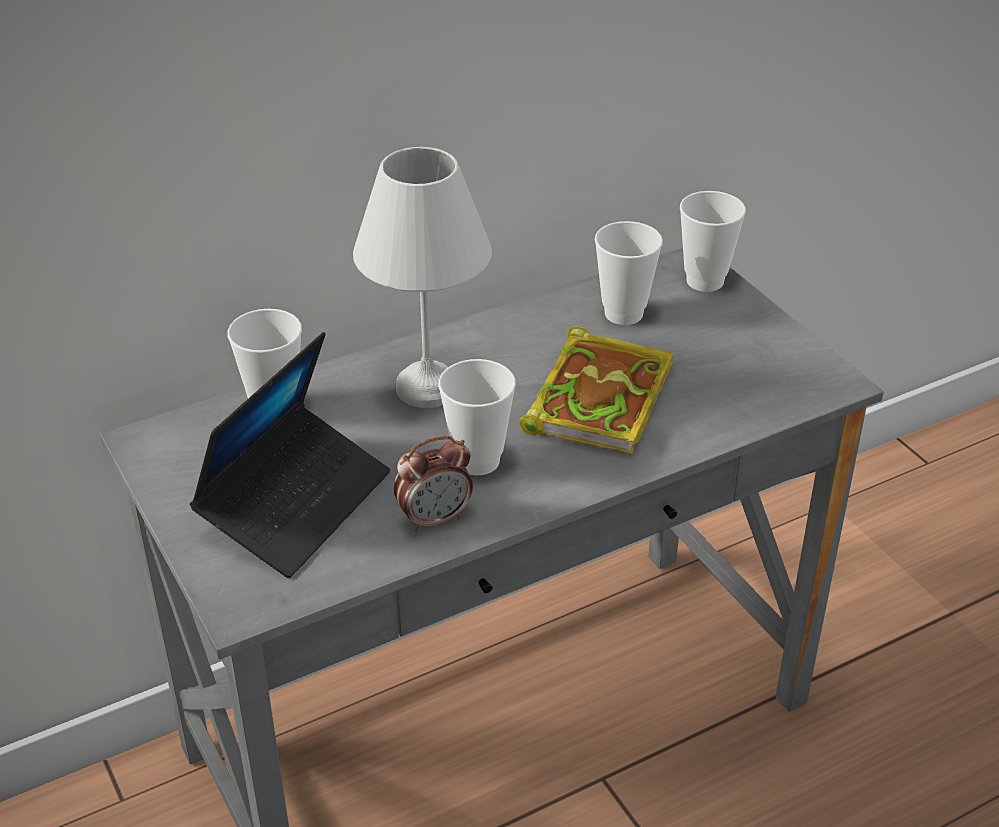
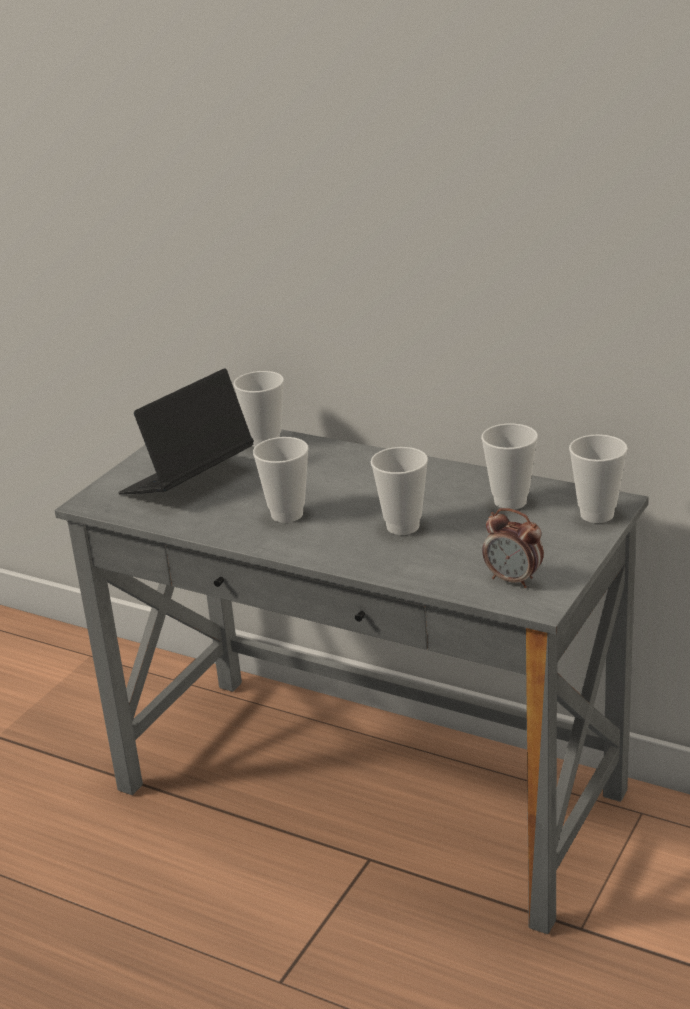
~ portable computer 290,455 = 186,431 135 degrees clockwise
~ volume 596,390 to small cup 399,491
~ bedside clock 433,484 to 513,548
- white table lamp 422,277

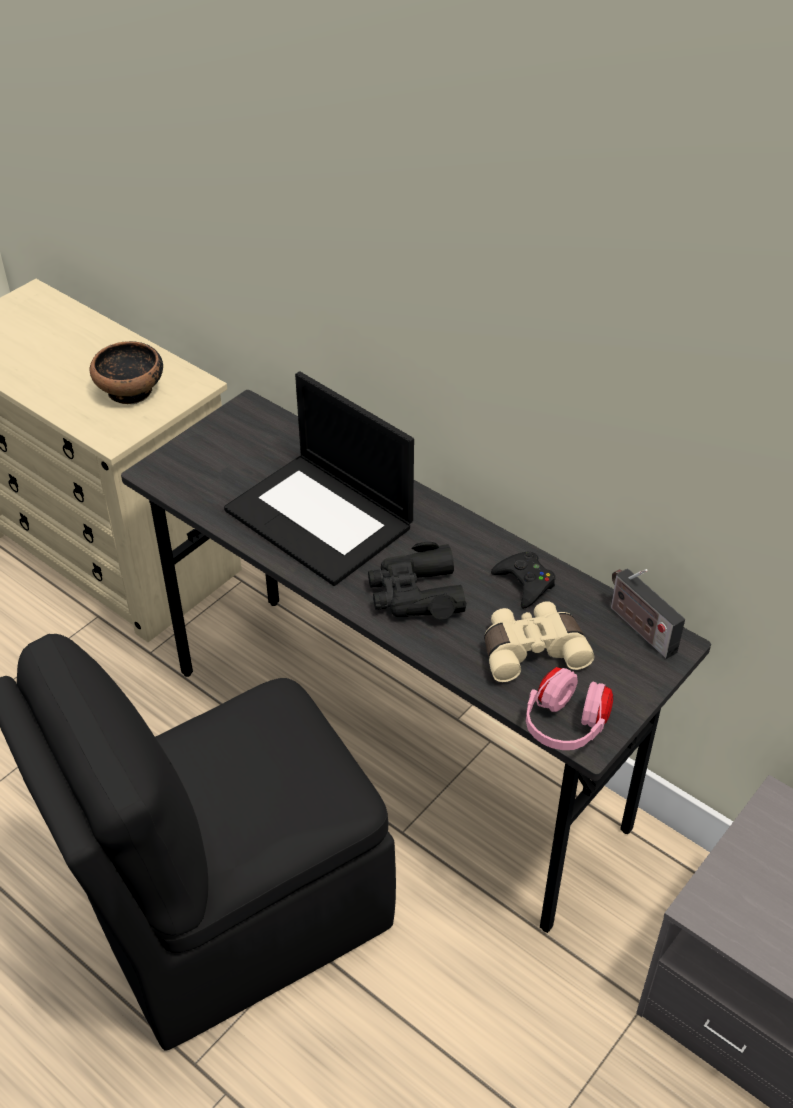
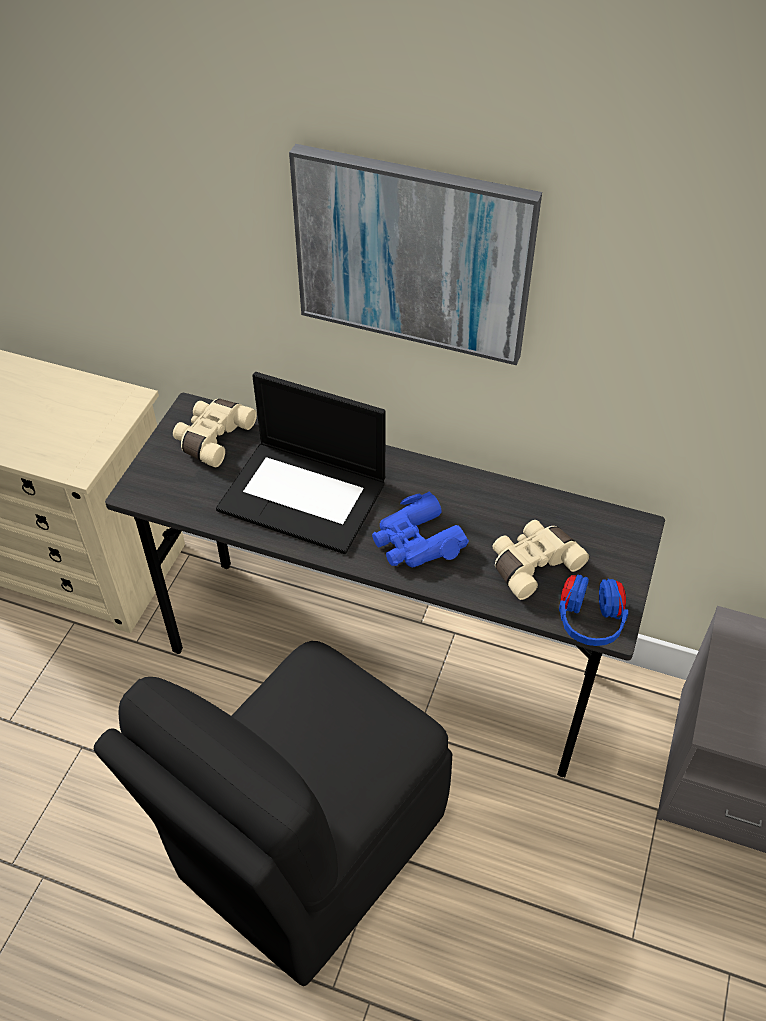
+ beige pair of binoculars 215,433
+ wall picture 415,255
~ black pair of binoculars 417,580 to bluish pair of binoculars 420,530
~ pink headphones 569,708 to bluish headphones 593,610
- serving bowl 126,372
- black joypad 523,580
- radio set 648,613

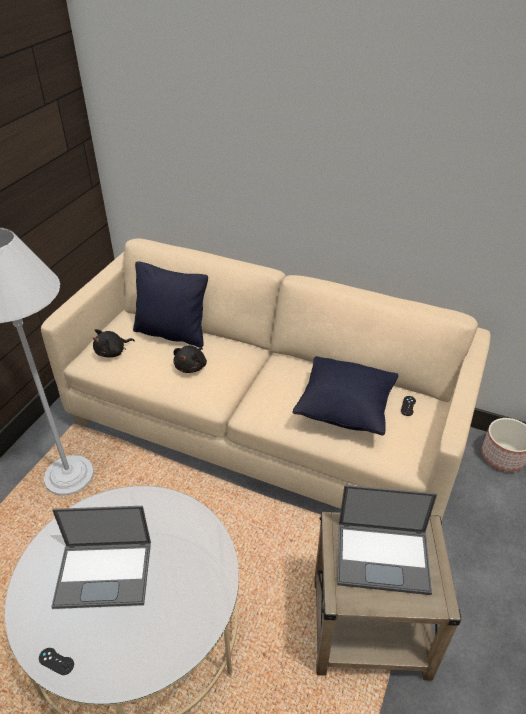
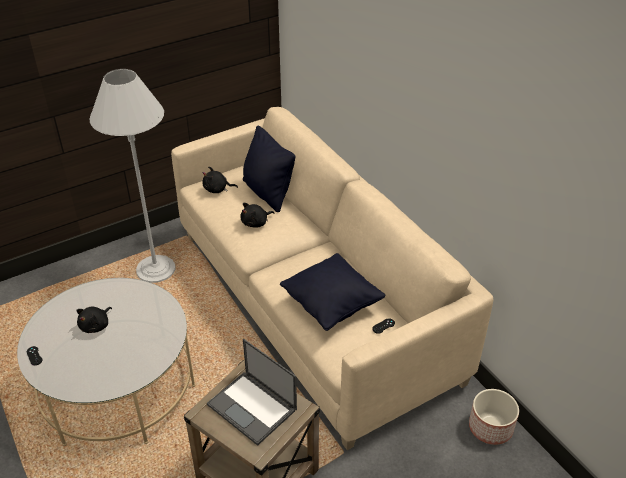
~ portable computer 101,557 to black plush toy 94,320

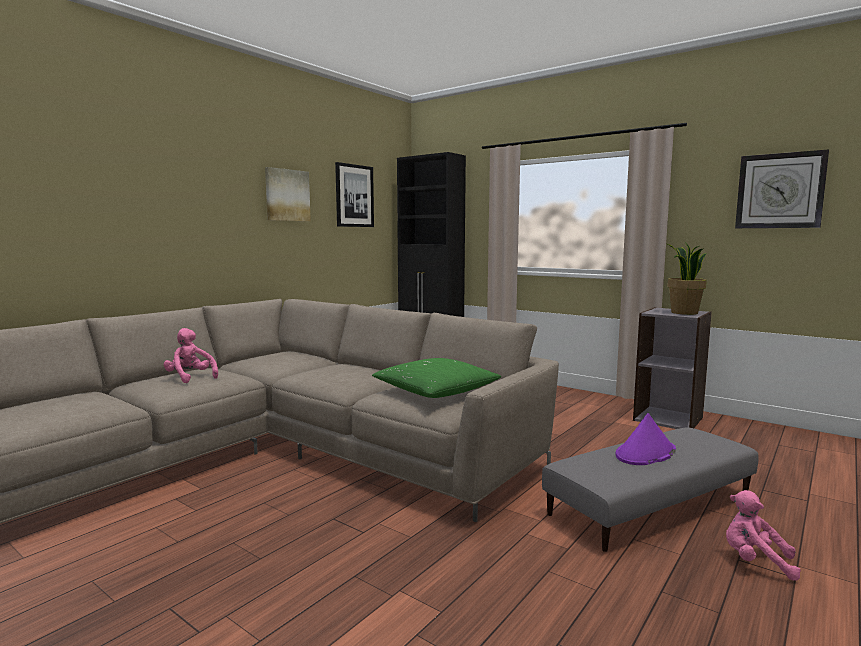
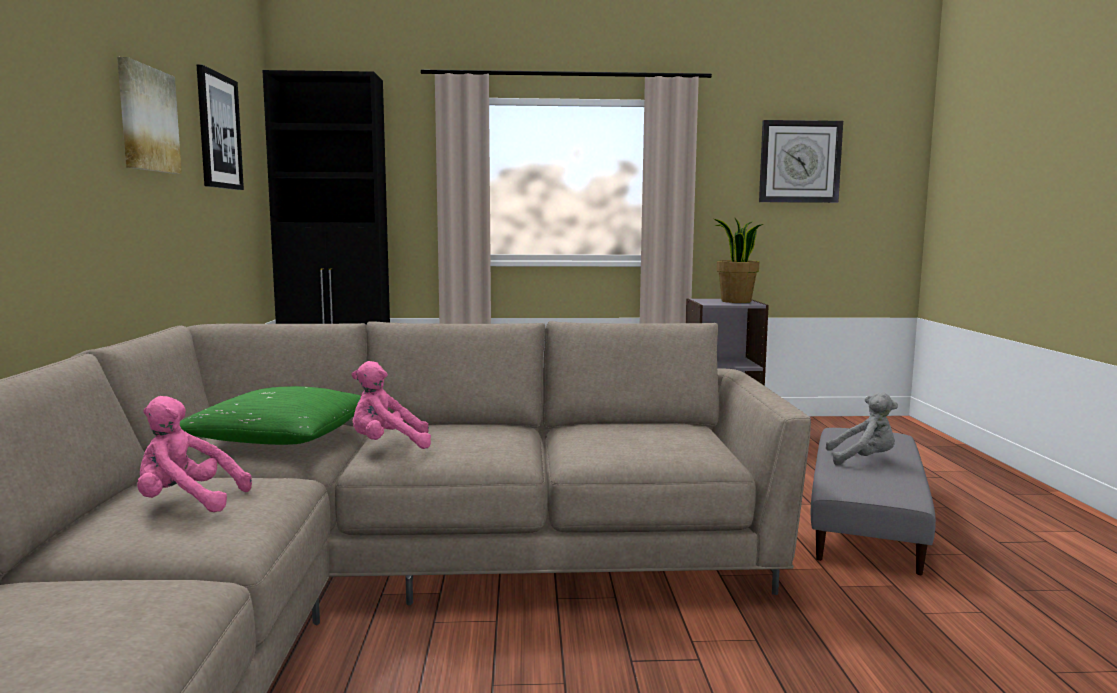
~ green-coloured throw pillow 436,378 to 270,415
~ pink plush toy 763,535 to 391,405
~ purple clothing hat 645,439 to greyish plush toy 862,428

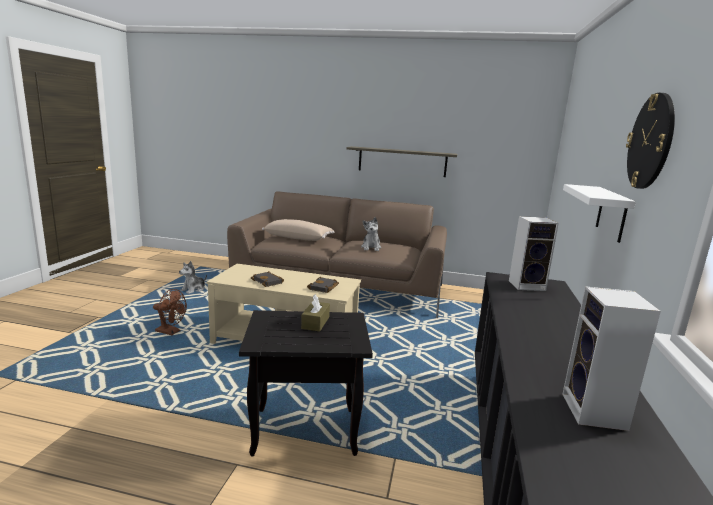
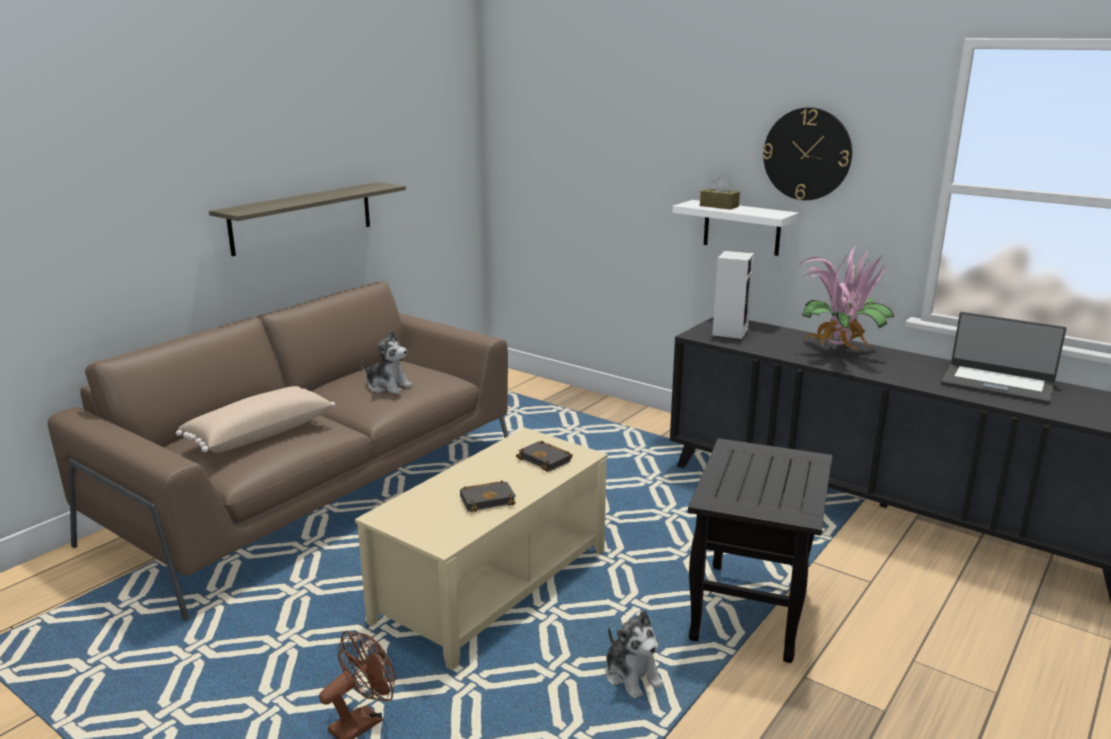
~ plush toy 193,277 to 634,654
~ brown tissue holder 315,313 to 720,193
+ houseplant 846,299
~ audio speaker 611,358 to portable computer 1004,358

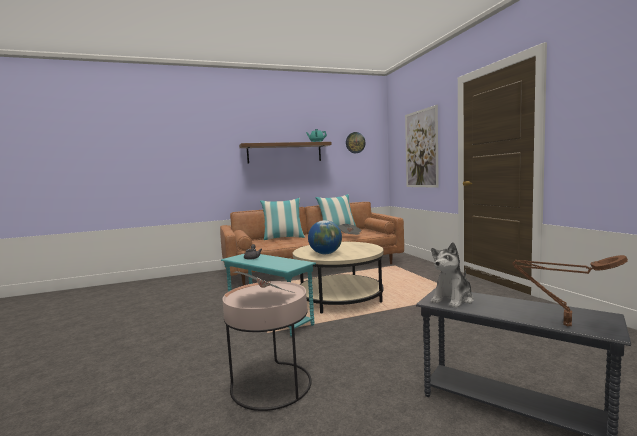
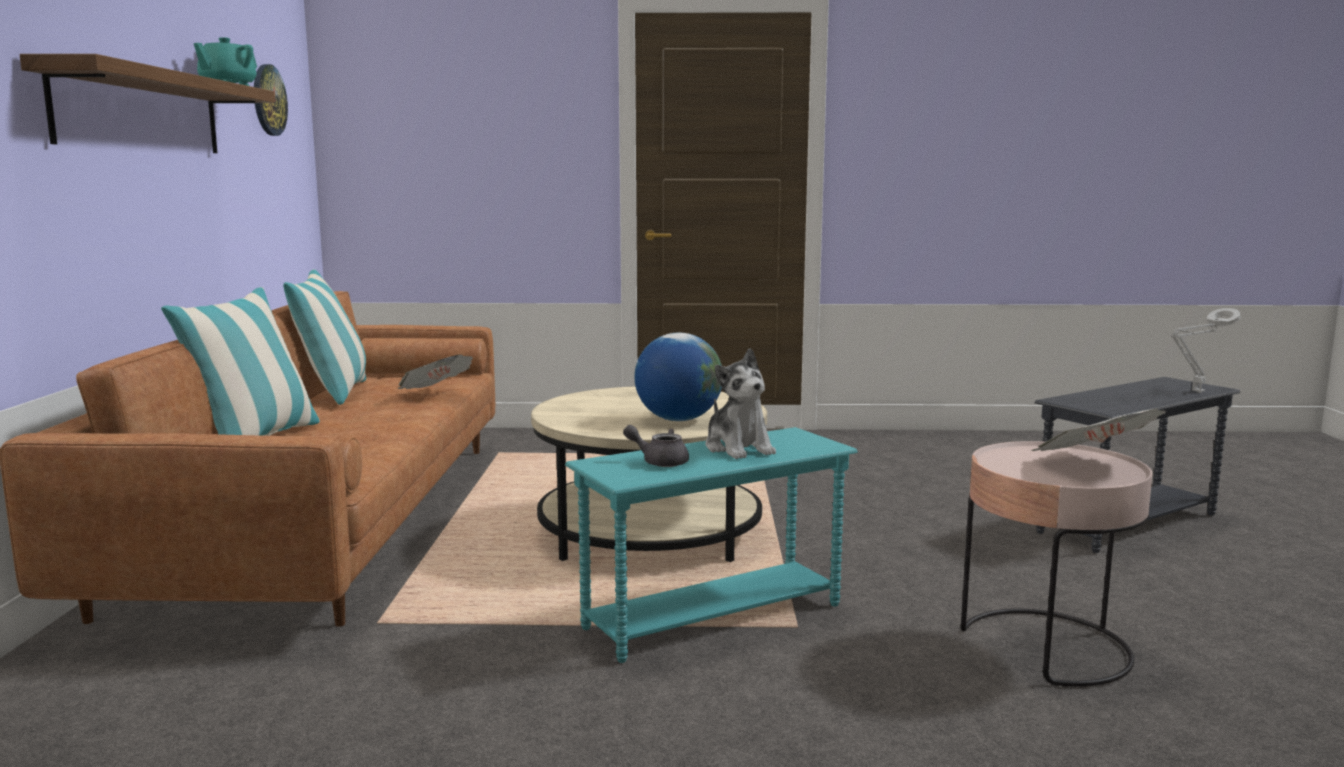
~ plush toy 452,275 to 740,403
~ brown table lamp 570,291 to greyish table lamp 1206,350
- wall picture 422,146

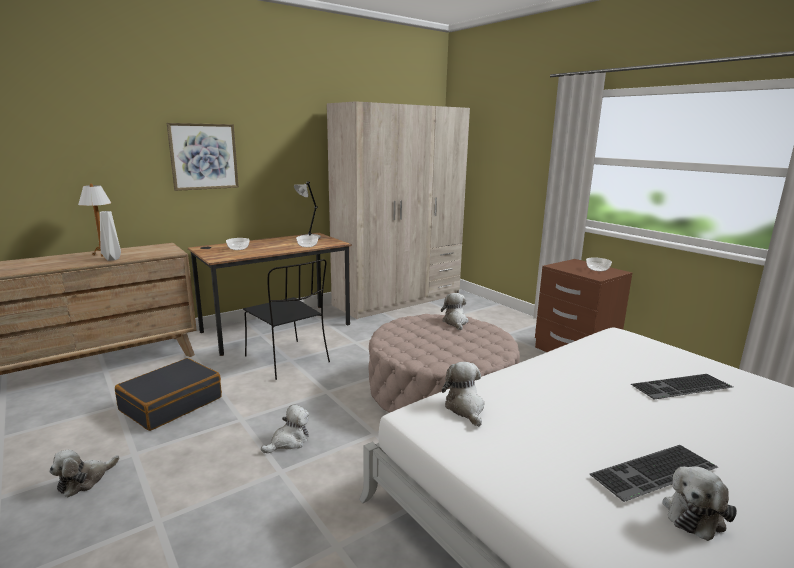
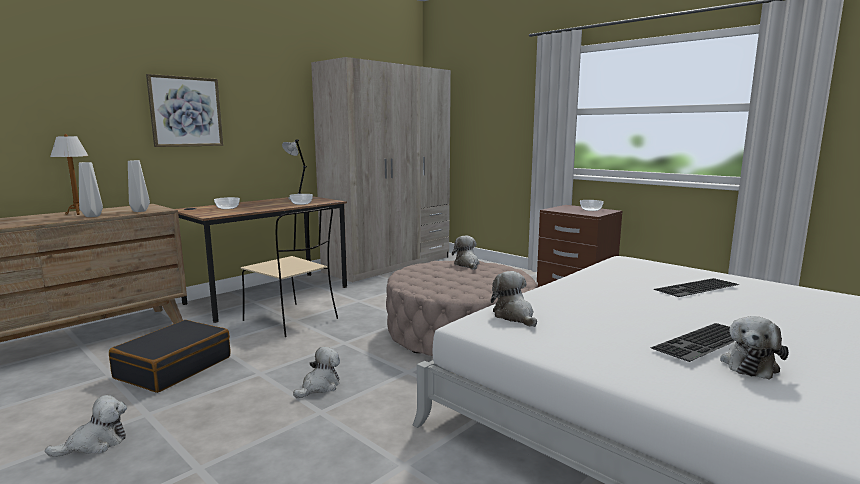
~ plush toy 84,473 = 86,426 150 degrees counterclockwise
+ greyish decorative vase 139,186
~ black upright chair 286,319 to beige upright chair 289,272

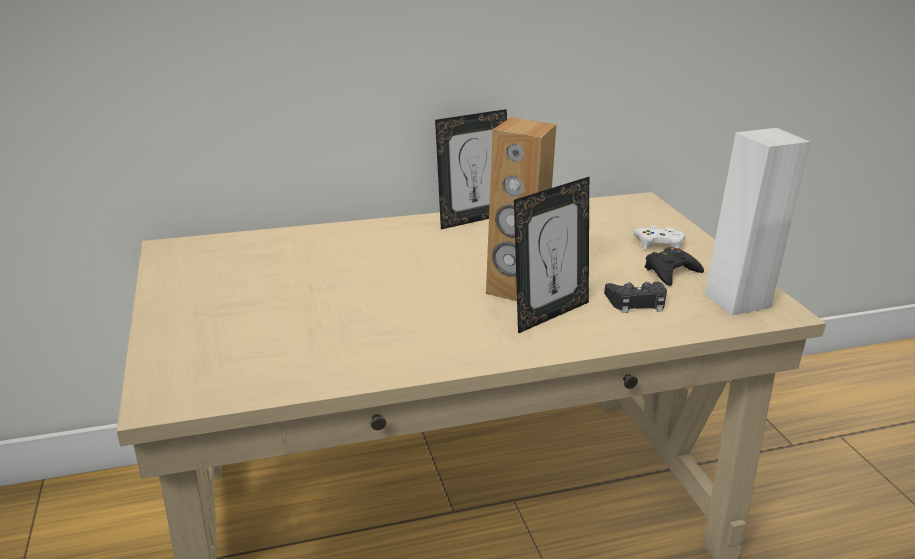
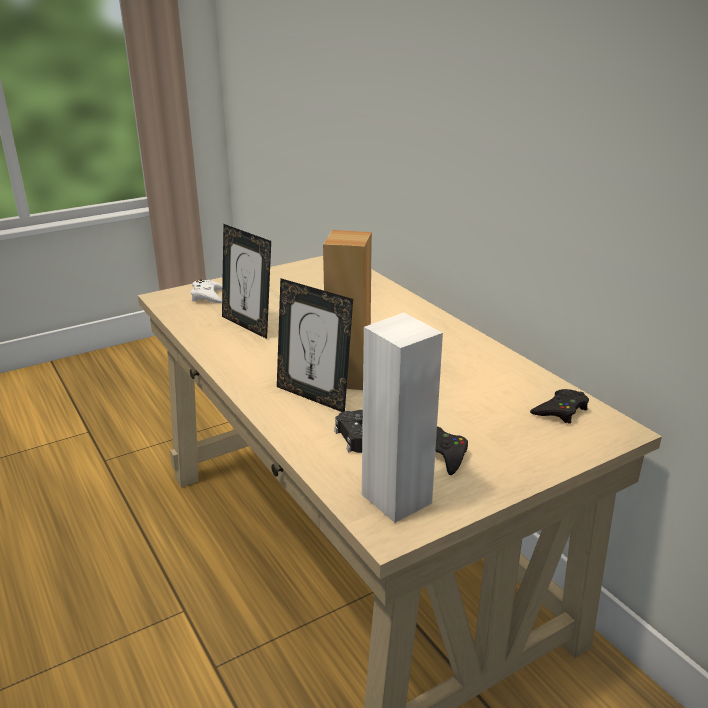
~ white joypad 659,237 to 206,291
~ standing frame 471,169 to 246,281
+ black joypad 559,406

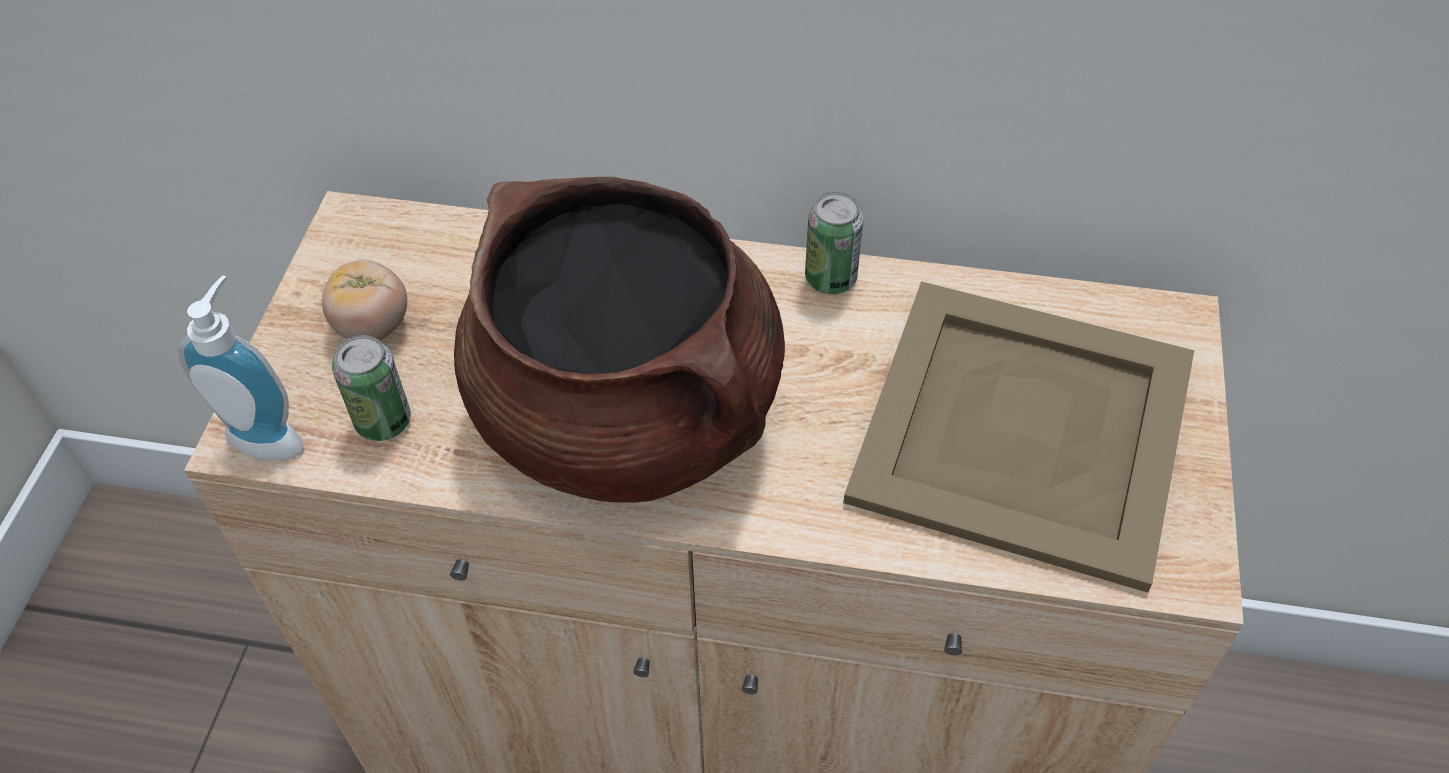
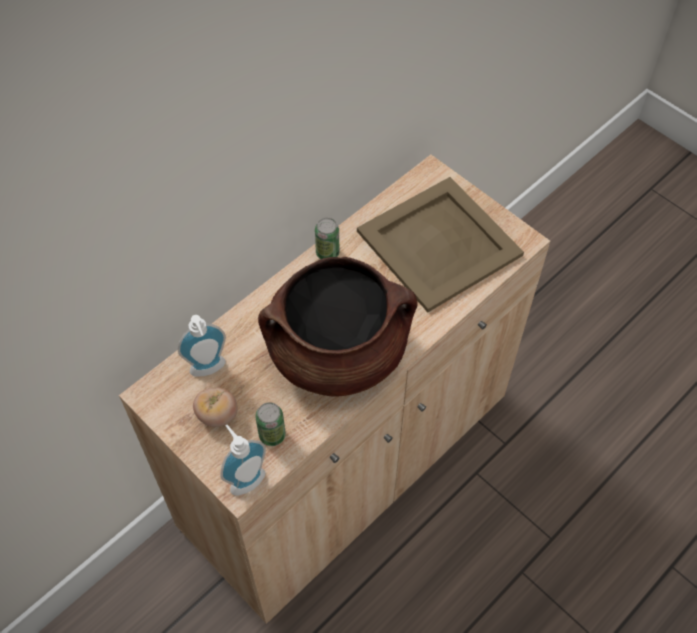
+ liquid soap bottle 202,346

